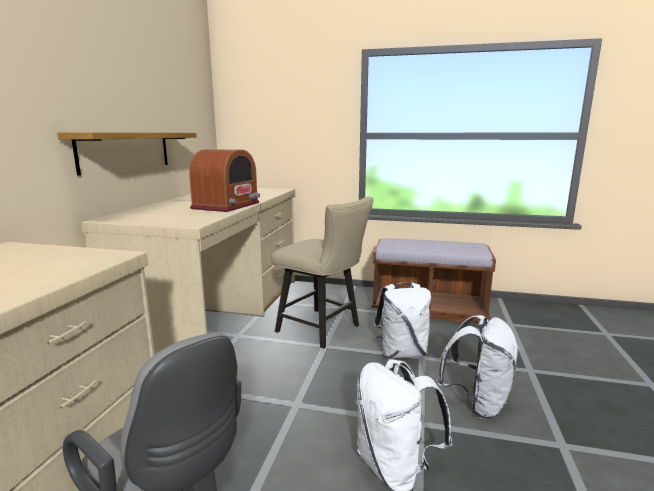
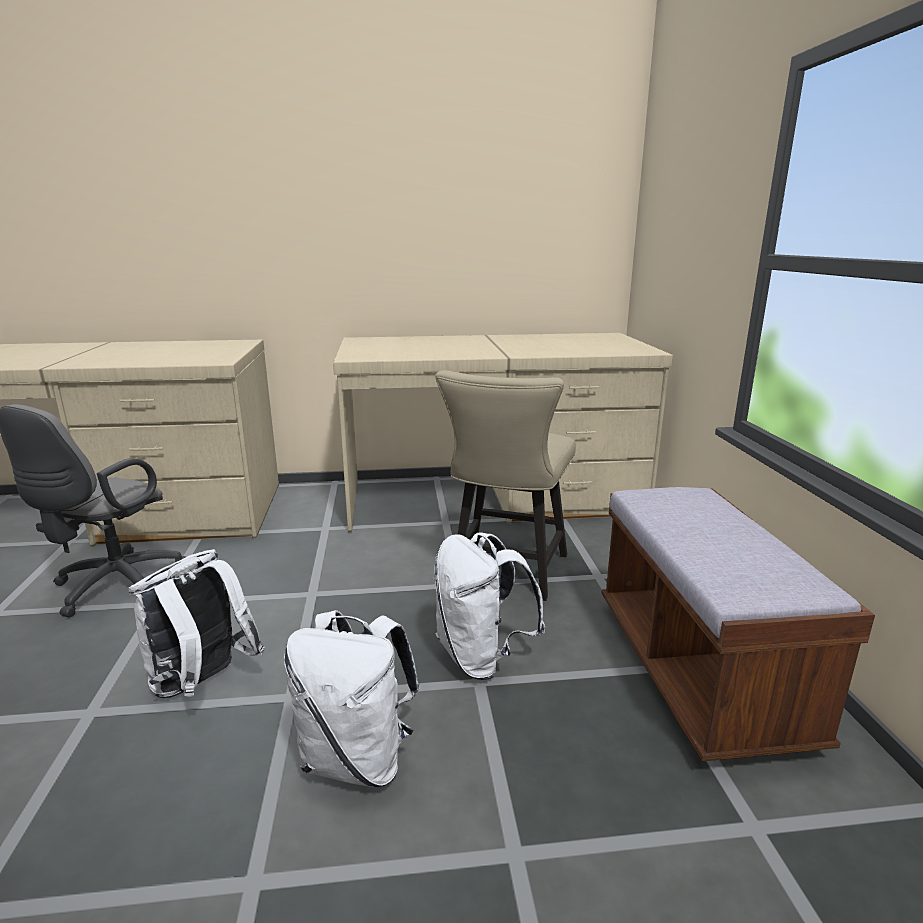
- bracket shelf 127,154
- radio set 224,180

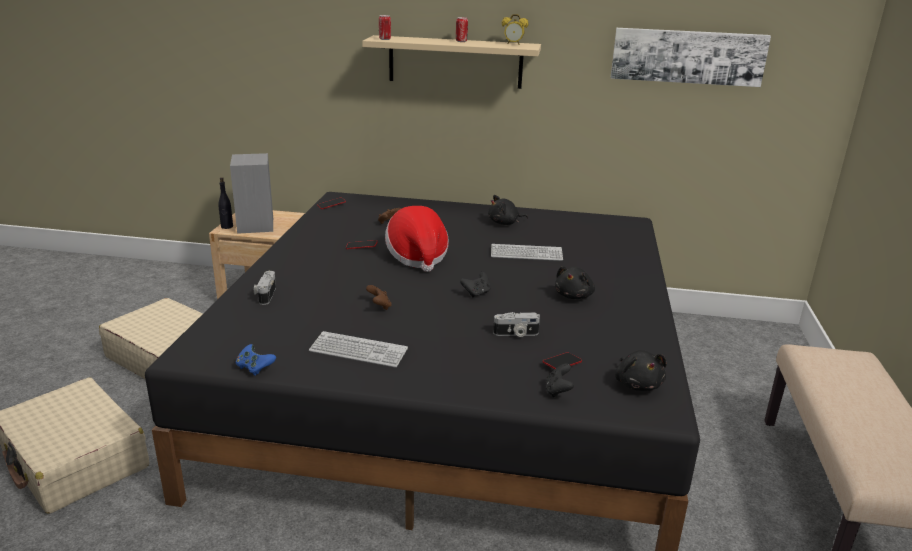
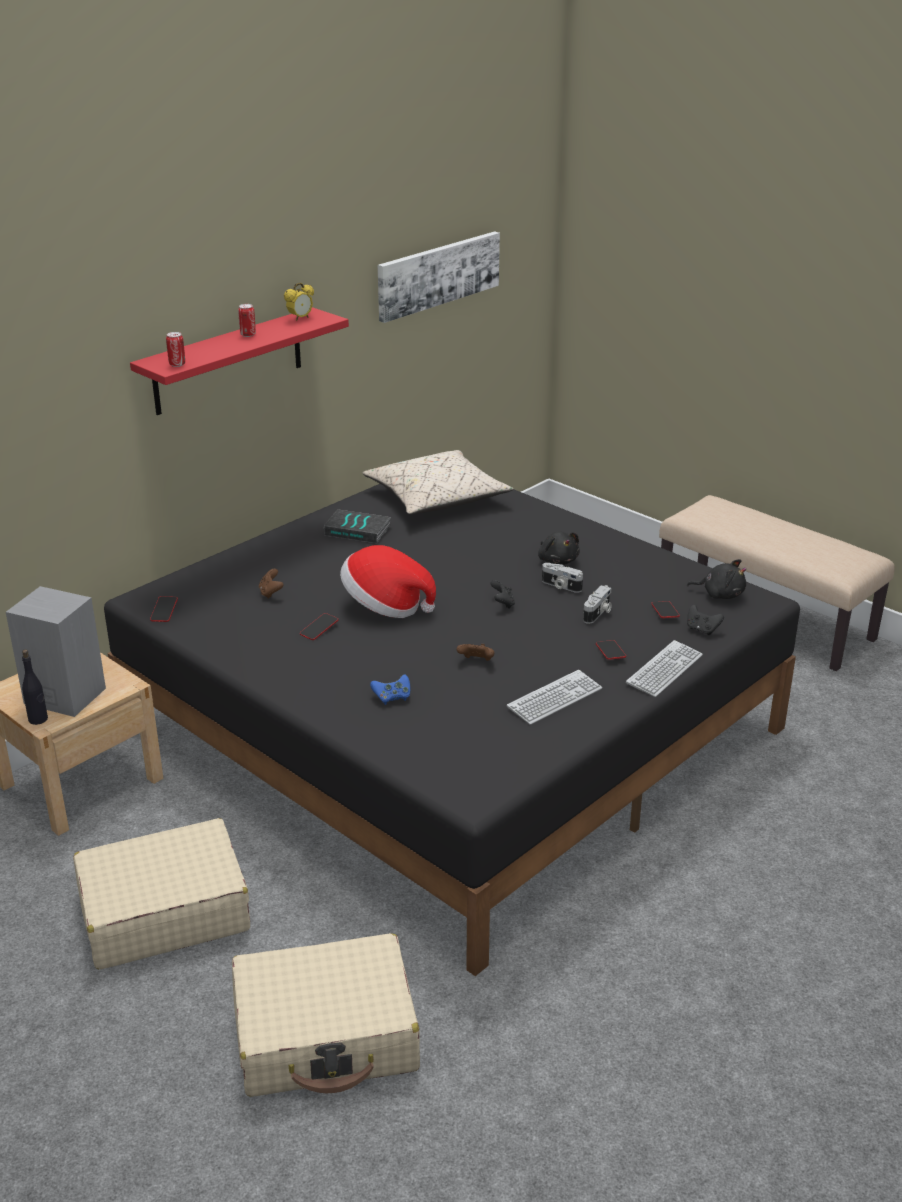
~ beige bracket shelf 451,62 to reddish bracket shelf 239,361
~ black plush toy 508,210 to volume 357,526
+ beige throw pillow 438,482
~ bluish joypad 256,360 to 390,690
~ still camera 265,288 to 562,578
+ phone 611,650
~ keyboard 527,252 to 664,668

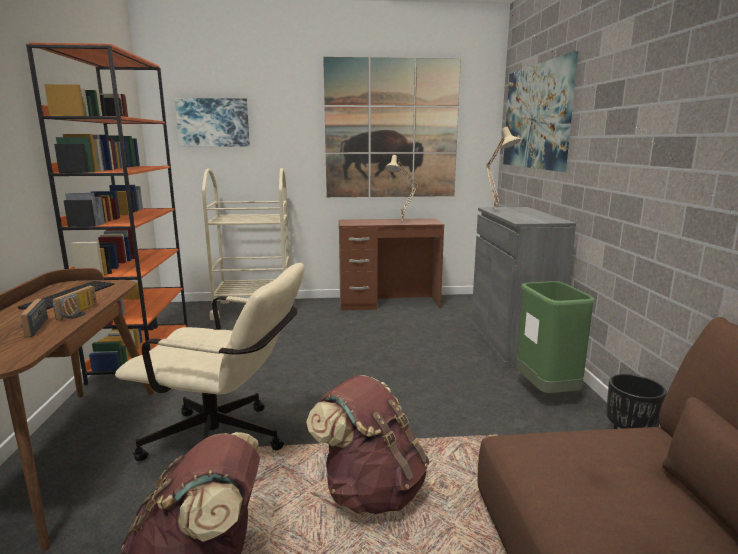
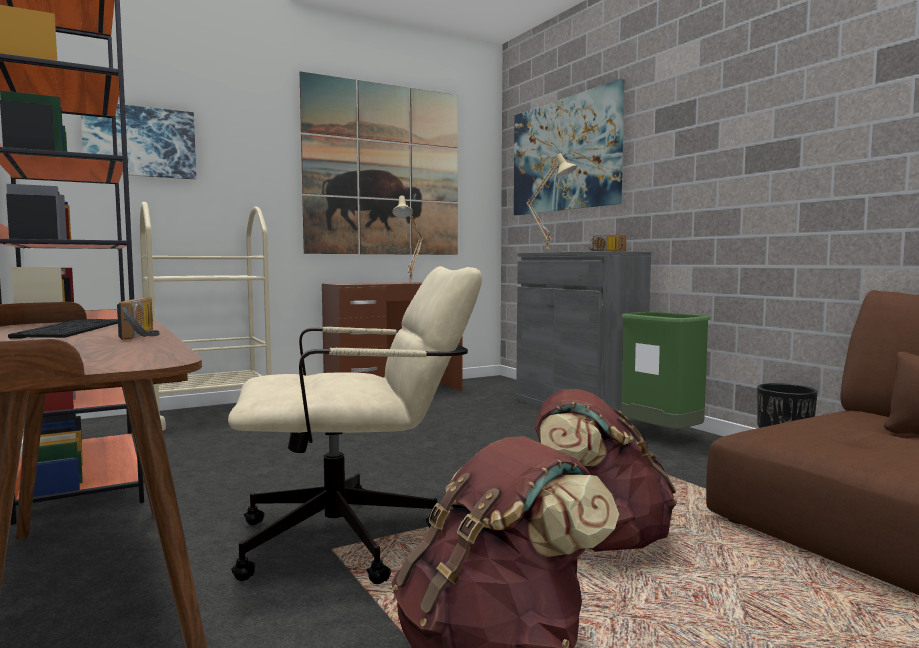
~ radio set 34,318 to 607,243

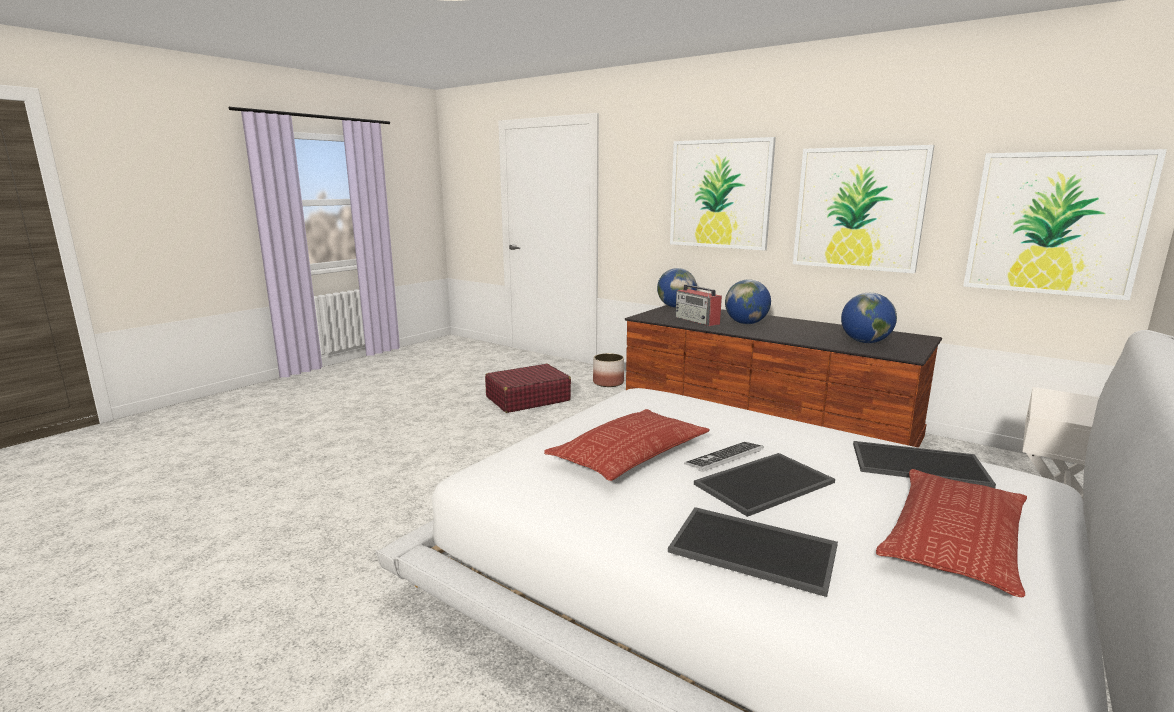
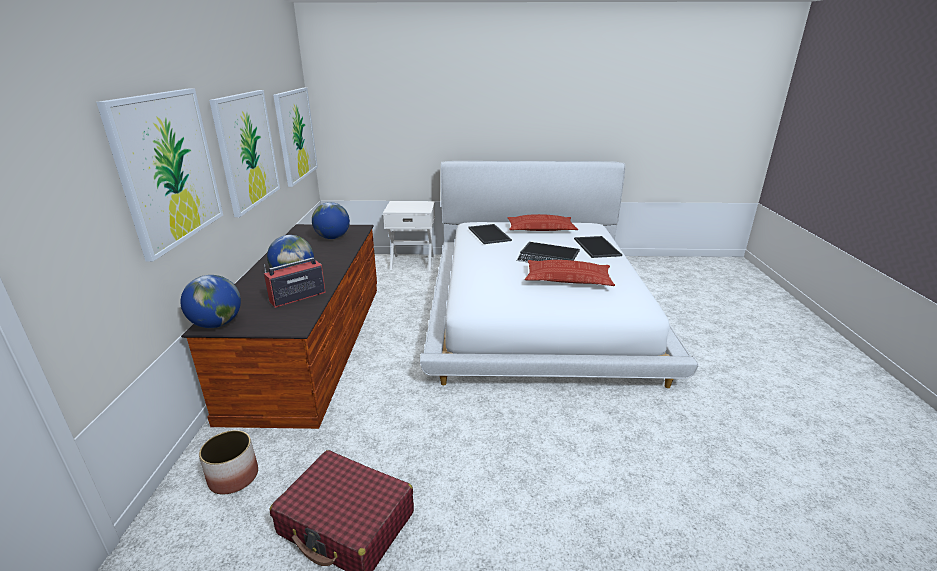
~ radio set 698,305 = 295,282 150 degrees counterclockwise

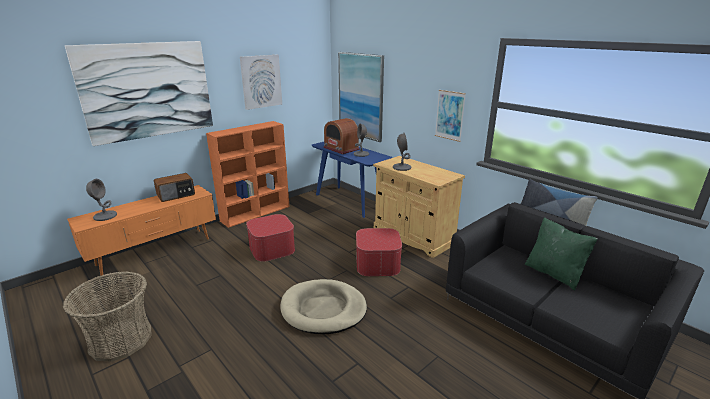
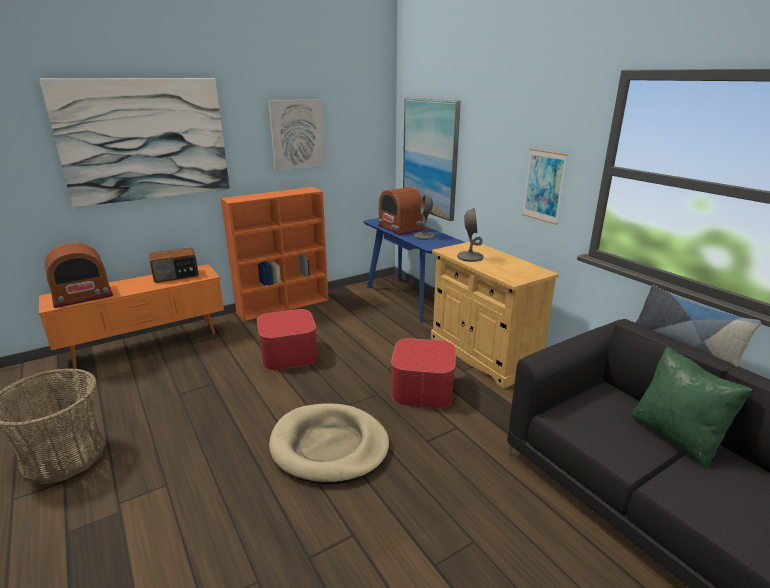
~ greyish table lamp 101,200 to radio set 79,275

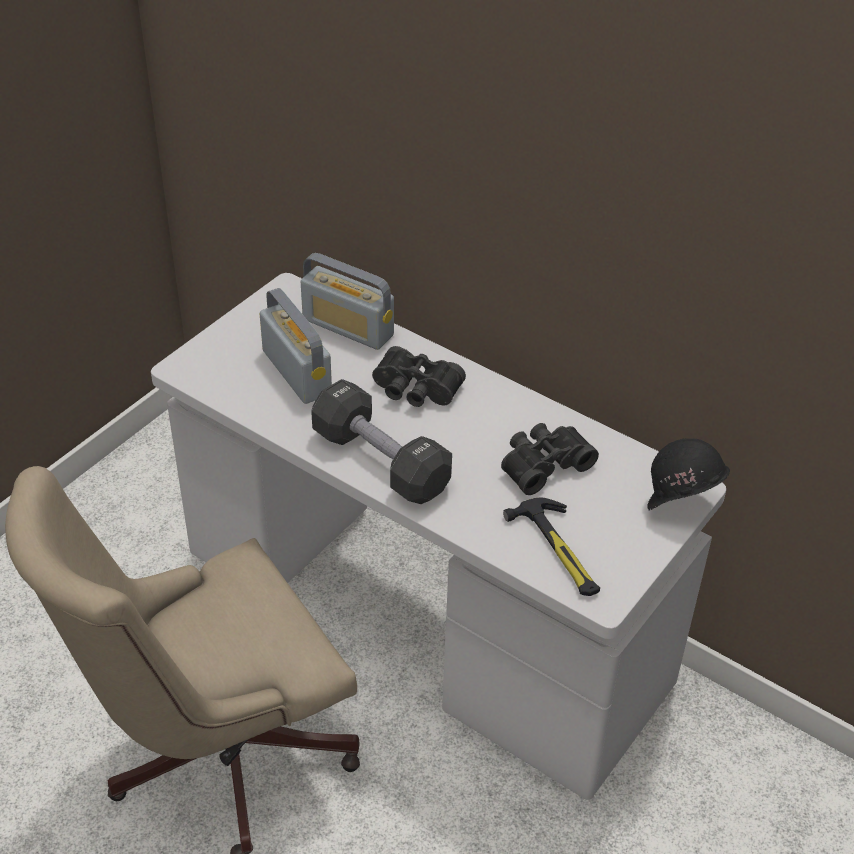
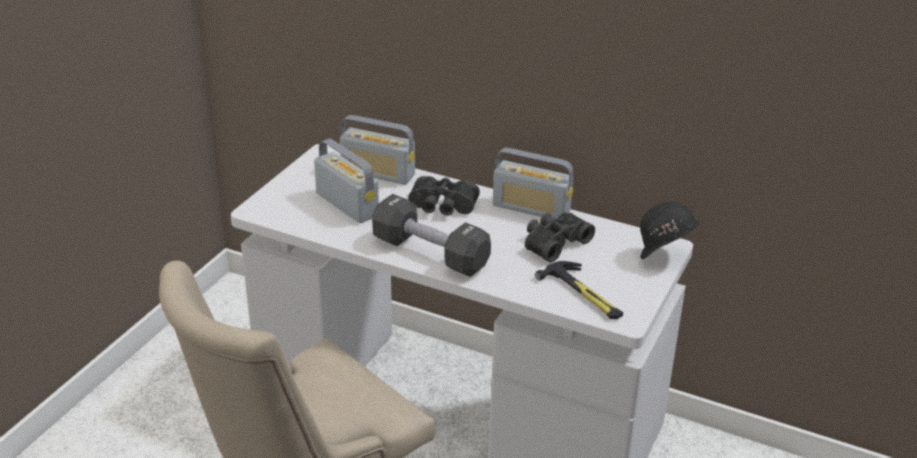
+ radio set 533,183

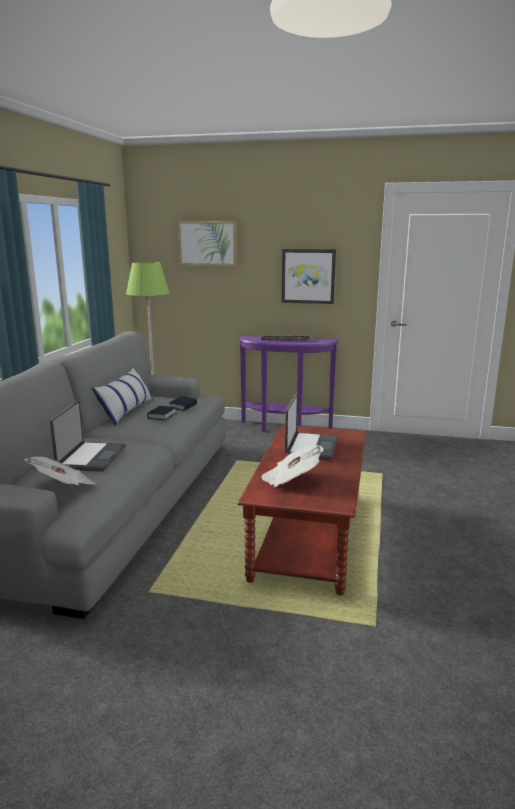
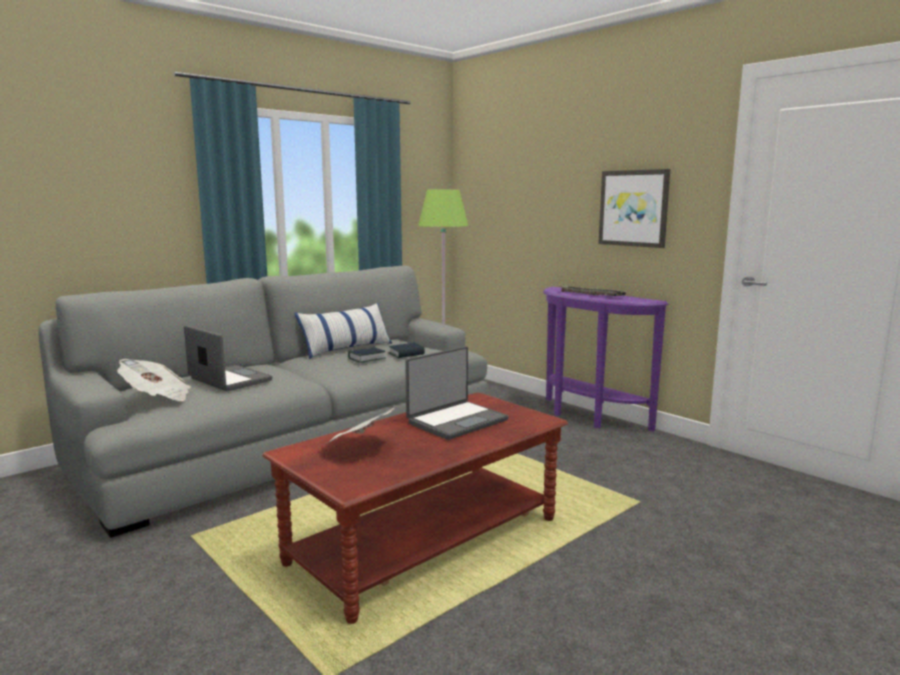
~ portable computer 88,436 = 228,358 90 degrees counterclockwise
- wall picture 207,243

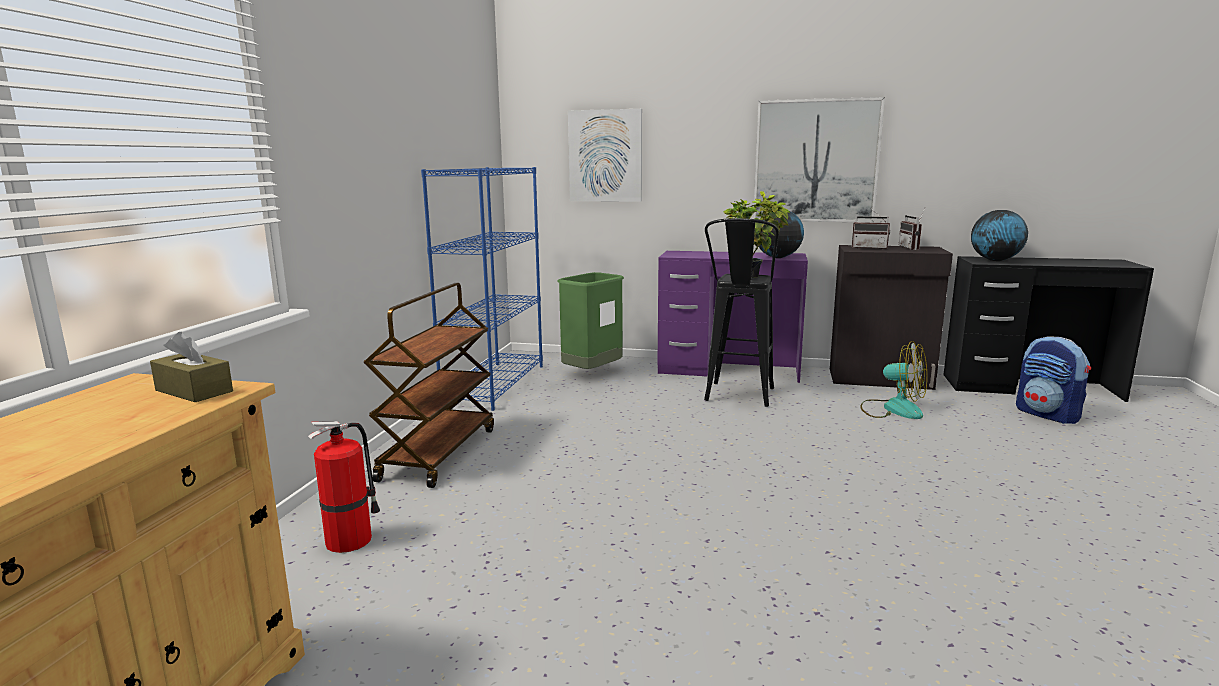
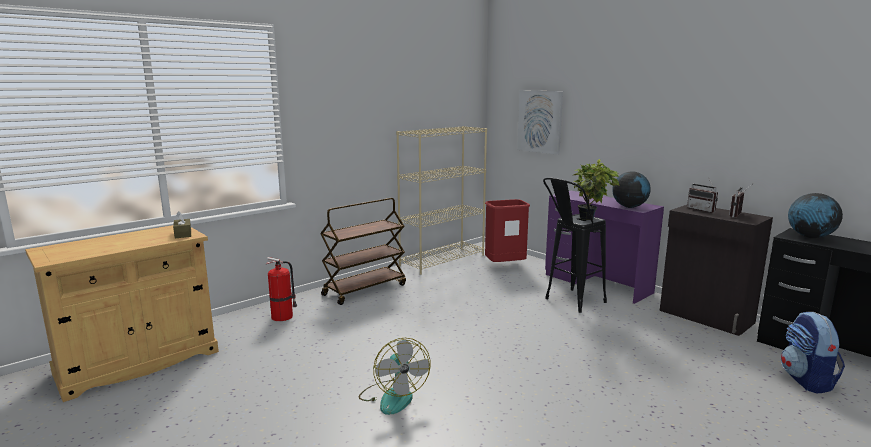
~ electric fan 893,380 to 395,376
~ bluish shelving unit 482,289 to beige shelving unit 441,200
~ green-coloured waste bin 590,320 to reddish waste bin 507,230
- wall picture 819,159

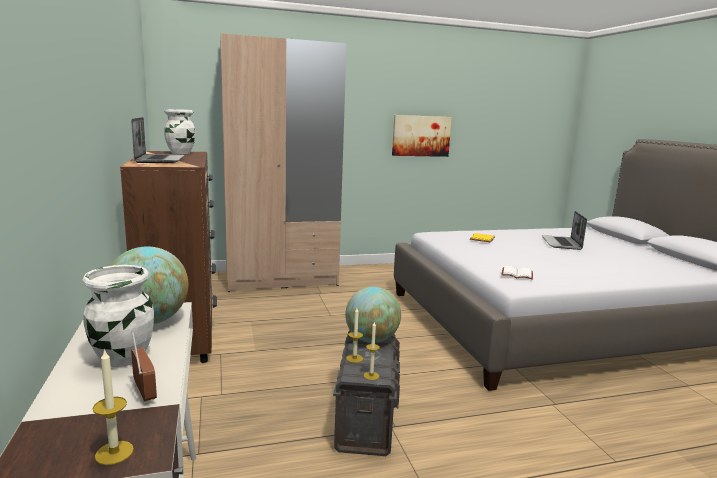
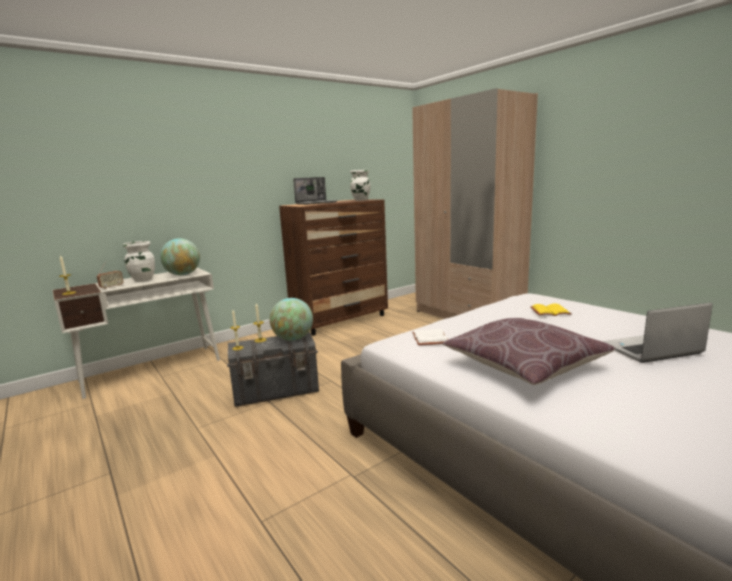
+ brown throw pillow 529,351
- wall picture 422,136

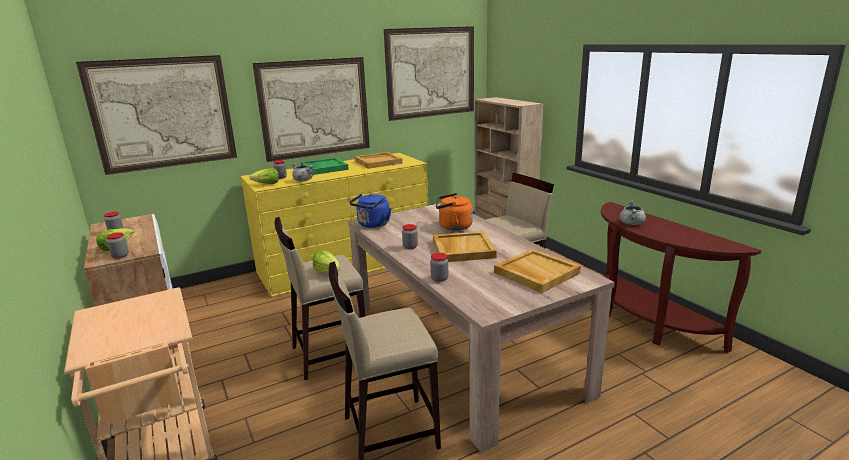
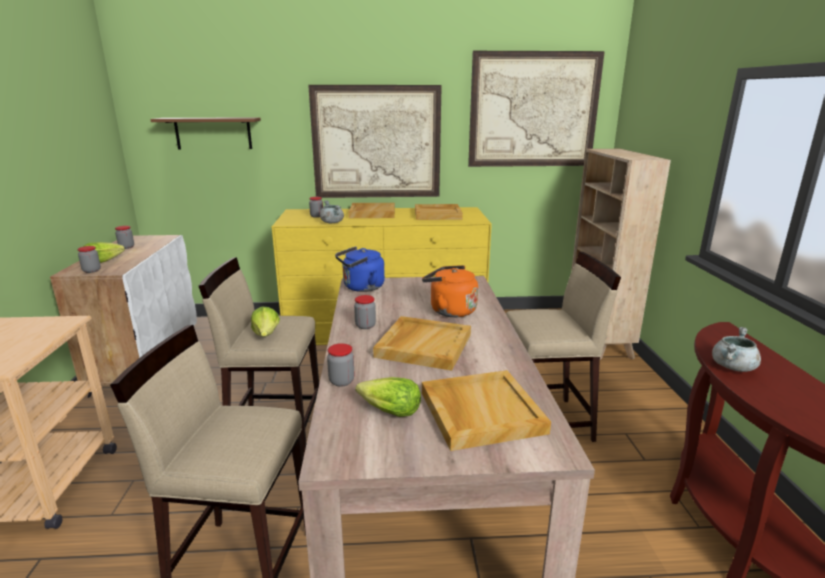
~ wall picture 156,115 to brown bracket shelf 205,134
~ green-coloured tray 325,166 to beige tray 371,210
~ lettuce head 264,176 to 388,397

